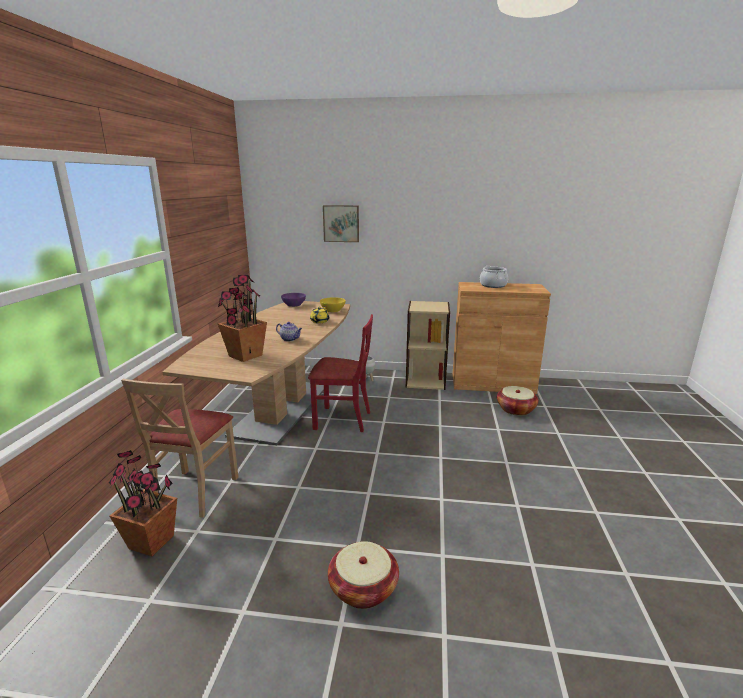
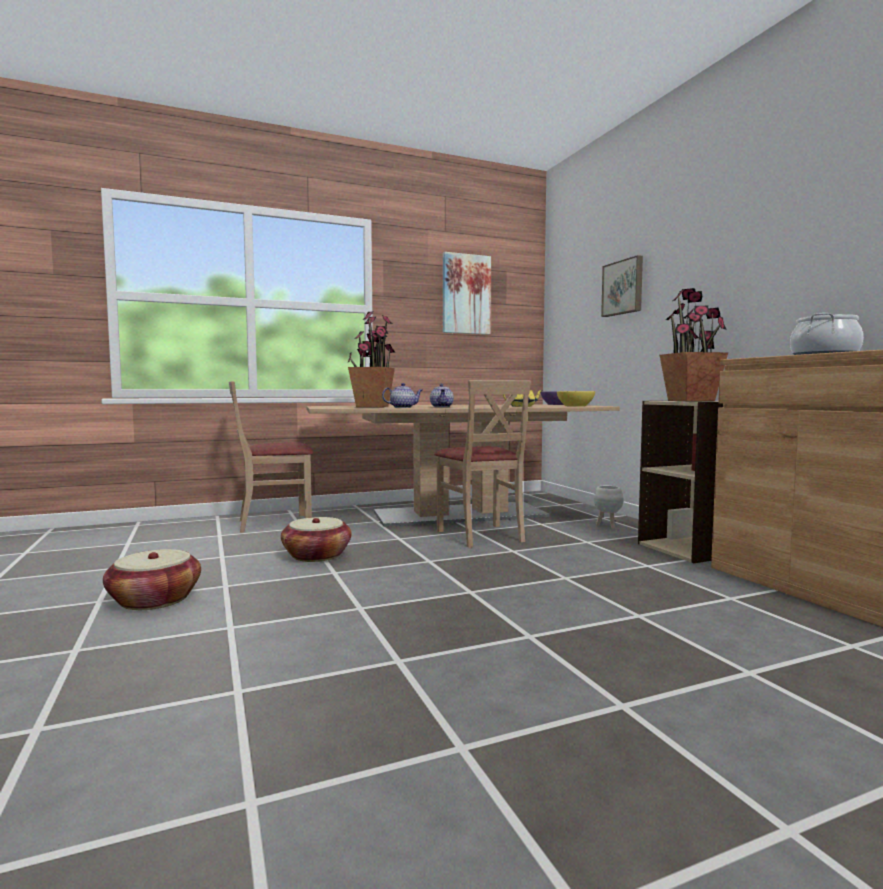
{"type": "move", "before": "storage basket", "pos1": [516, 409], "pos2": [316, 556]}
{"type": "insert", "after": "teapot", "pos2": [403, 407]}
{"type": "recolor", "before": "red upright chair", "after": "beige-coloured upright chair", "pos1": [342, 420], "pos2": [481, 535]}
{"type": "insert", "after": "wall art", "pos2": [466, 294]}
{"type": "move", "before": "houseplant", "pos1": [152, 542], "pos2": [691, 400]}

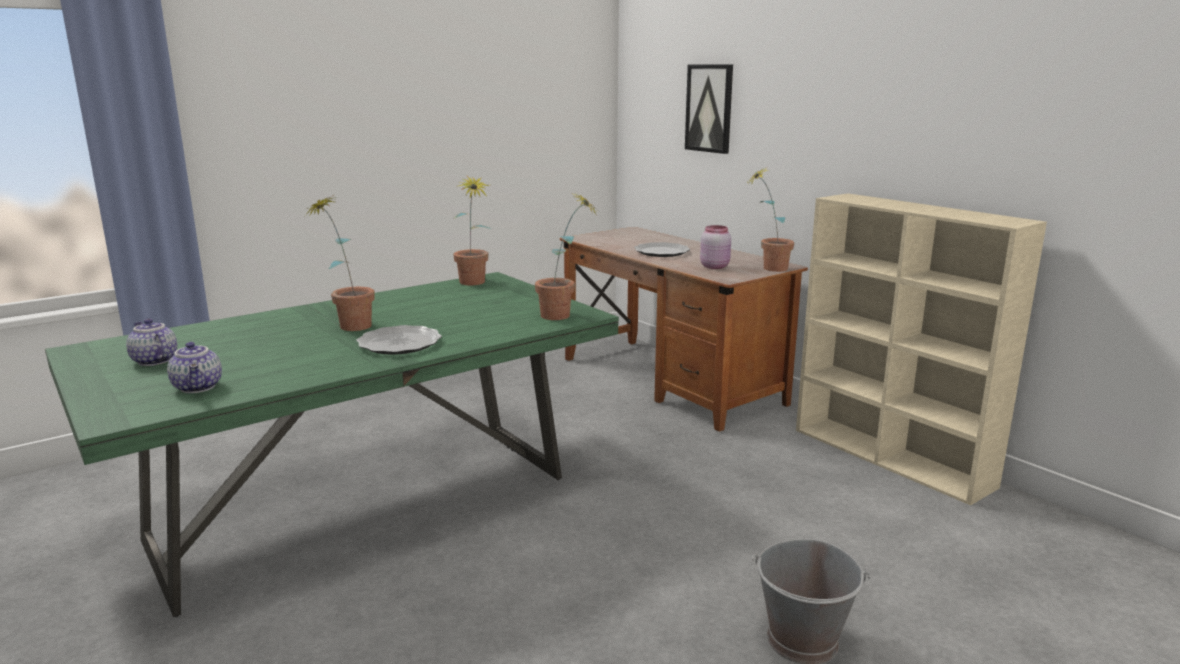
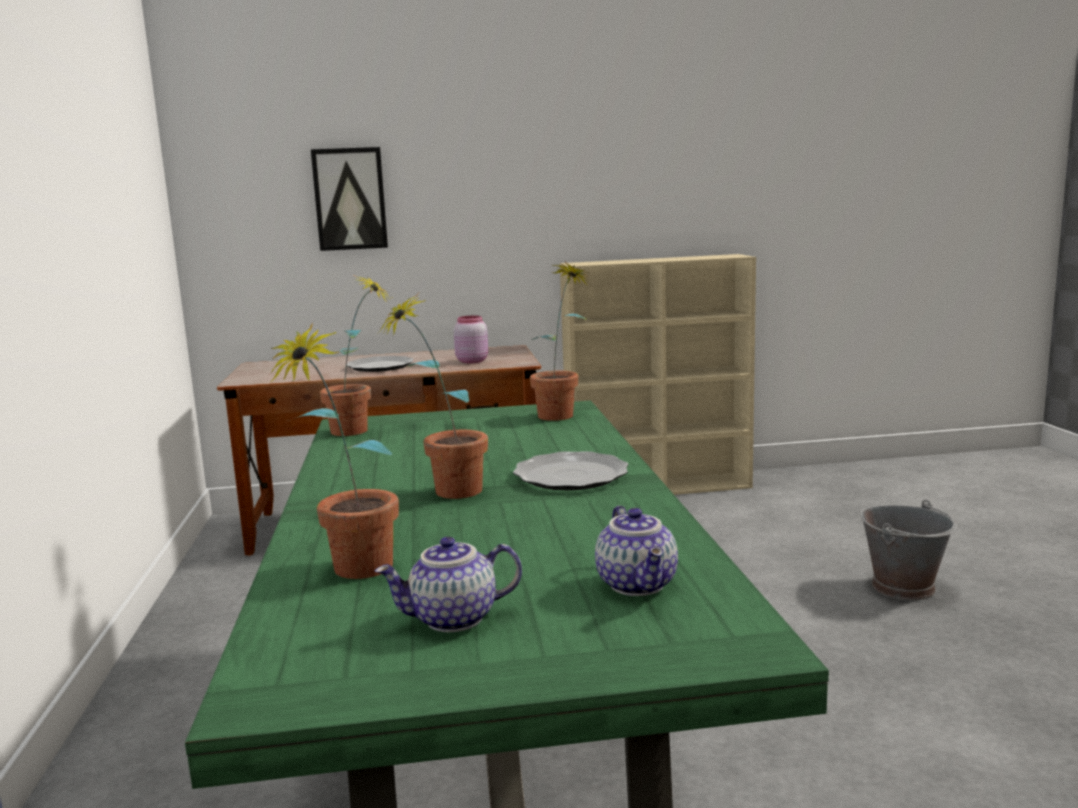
{"type": "move", "before": "houseplant", "pos1": [767, 268], "pos2": [351, 574]}
{"type": "rotate", "before": "teapot", "pos1": [199, 387], "pos2": [639, 585], "turn": 75}

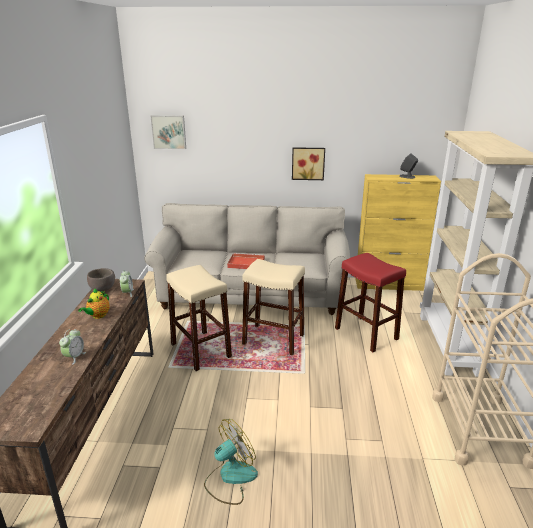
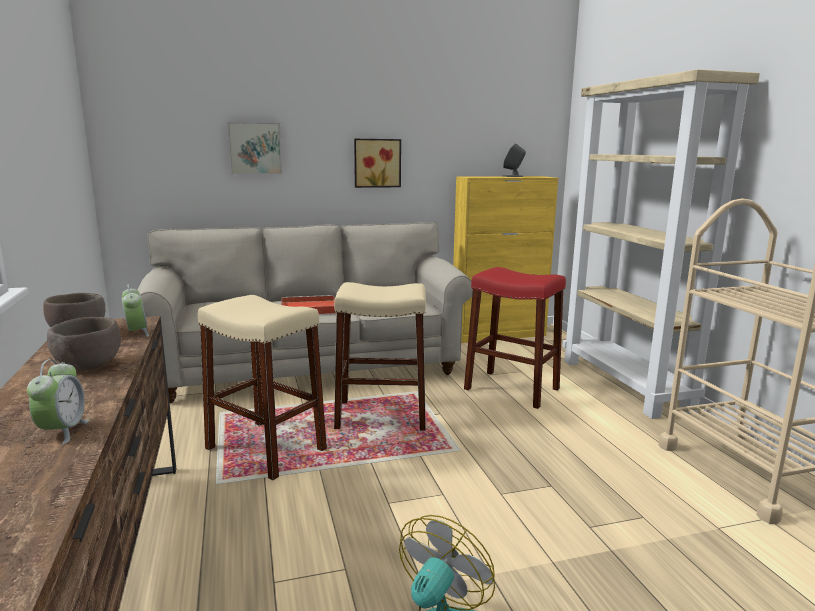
{"type": "replace", "before": "teapot", "after": "brownish deep dish", "pos1": [98, 316], "pos2": [88, 366]}
{"type": "move", "before": "wall art", "pos1": [169, 132], "pos2": [255, 148]}

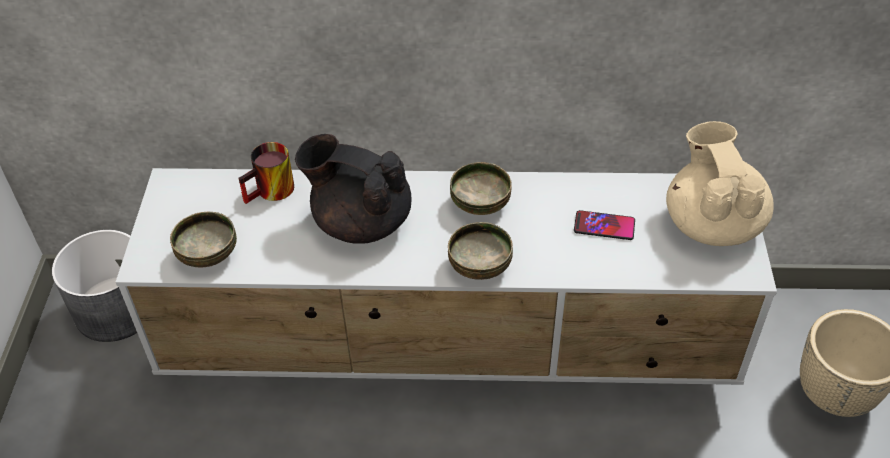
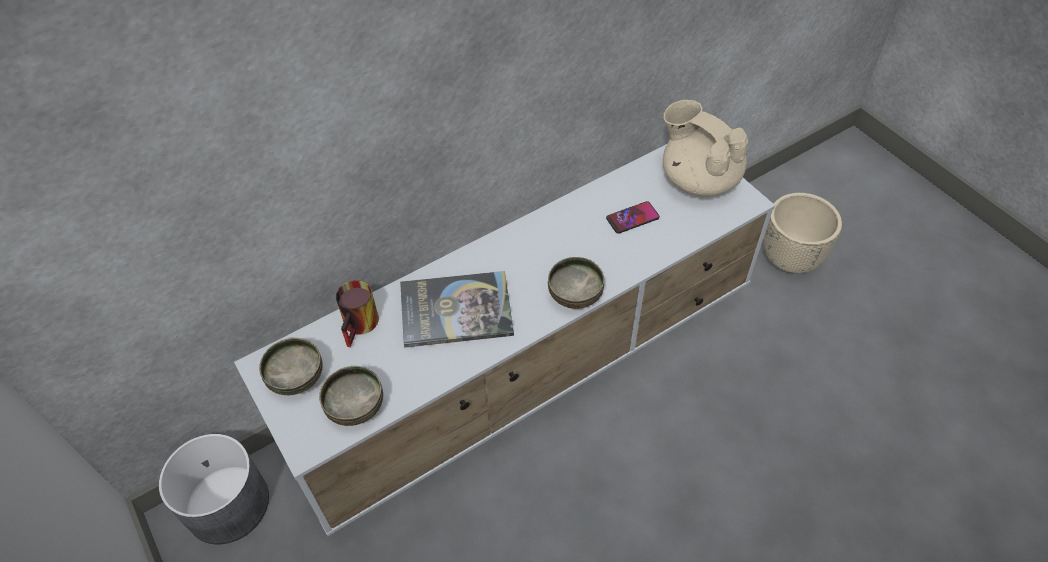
{"type": "move", "before": "deep dish", "pos1": [480, 203], "pos2": [296, 377]}
{"type": "replace", "before": "black-coloured teapot", "after": "volume", "pos1": [361, 221], "pos2": [456, 310]}

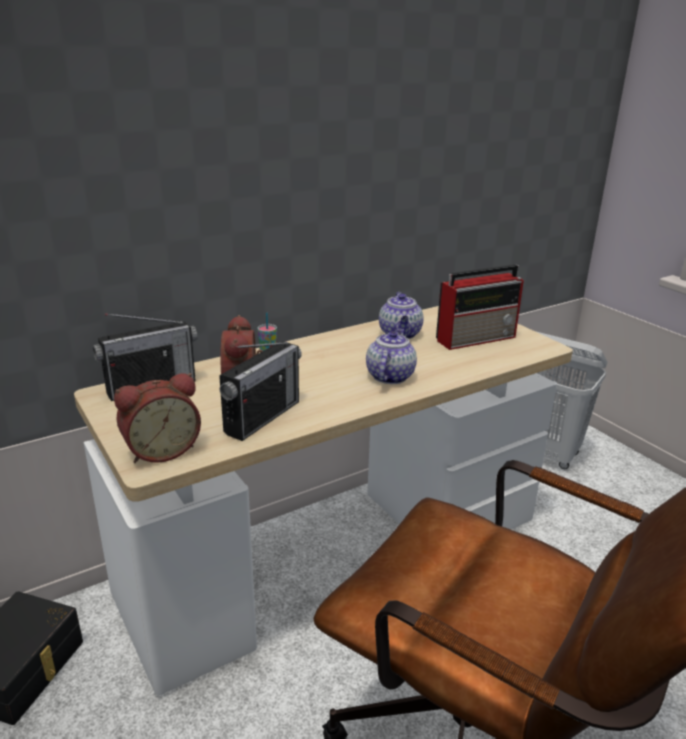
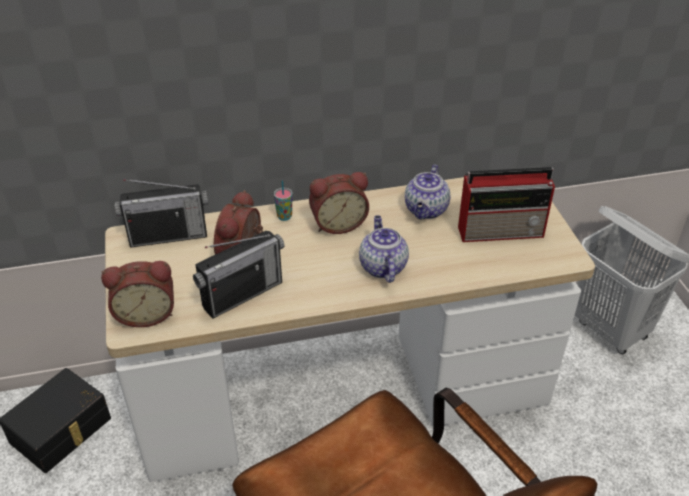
{"type": "insert", "after": "bedside clock", "pos2": [338, 223]}
{"type": "rotate", "before": "teapot", "pos1": [389, 376], "pos2": [382, 266], "turn": -45}

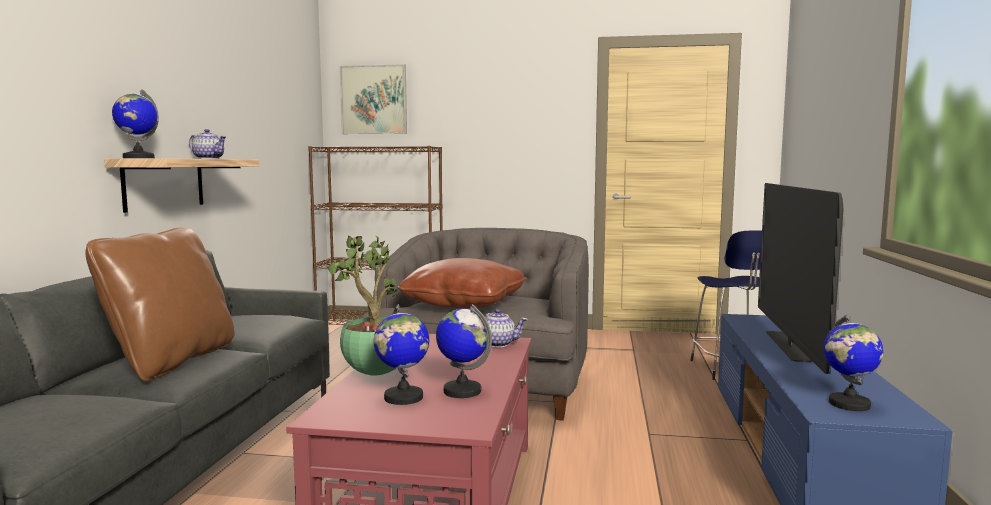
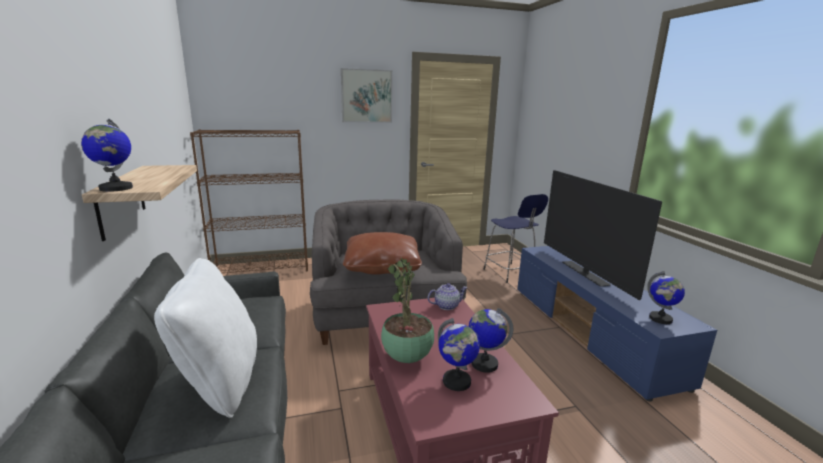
{"type": "recolor", "before": "brownish pillow", "after": "white pillow", "pos1": [171, 361], "pos2": [221, 381]}
{"type": "move", "before": "wall art", "pos1": [374, 100], "pos2": [366, 96]}
{"type": "delete", "before": "teapot", "pos1": [209, 158]}

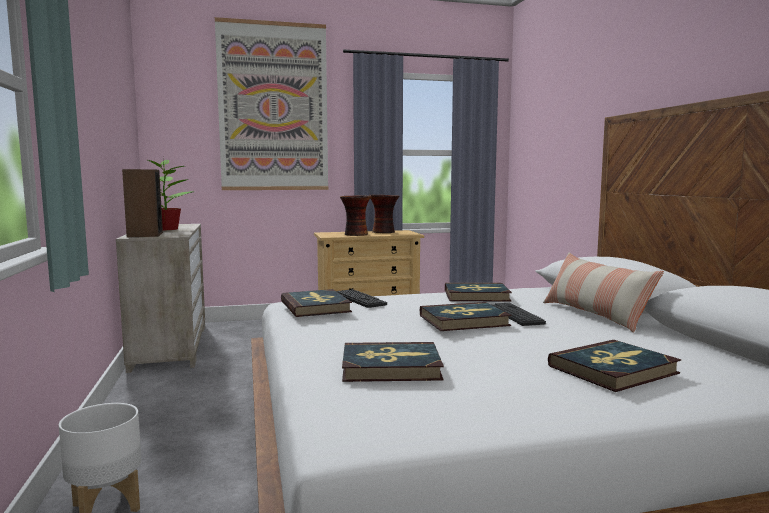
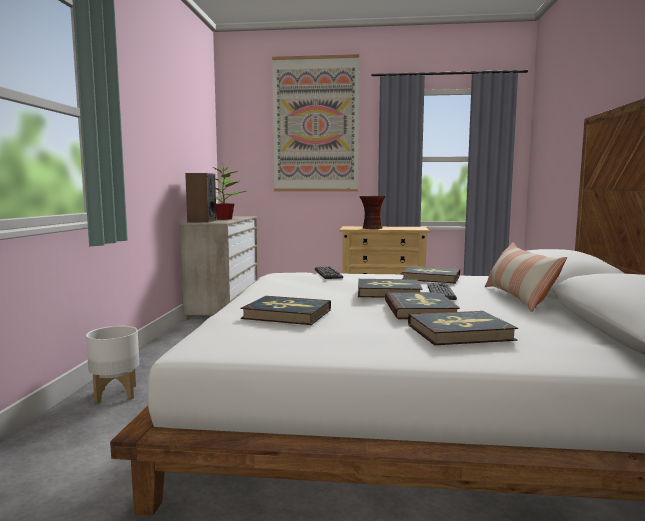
{"type": "move", "before": "volume", "pos1": [316, 307], "pos2": [420, 310]}
{"type": "delete", "before": "flower vase", "pos1": [384, 232]}

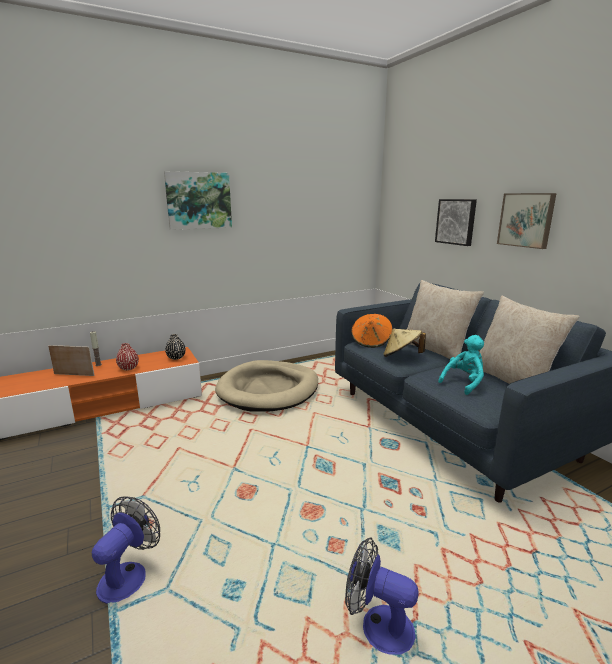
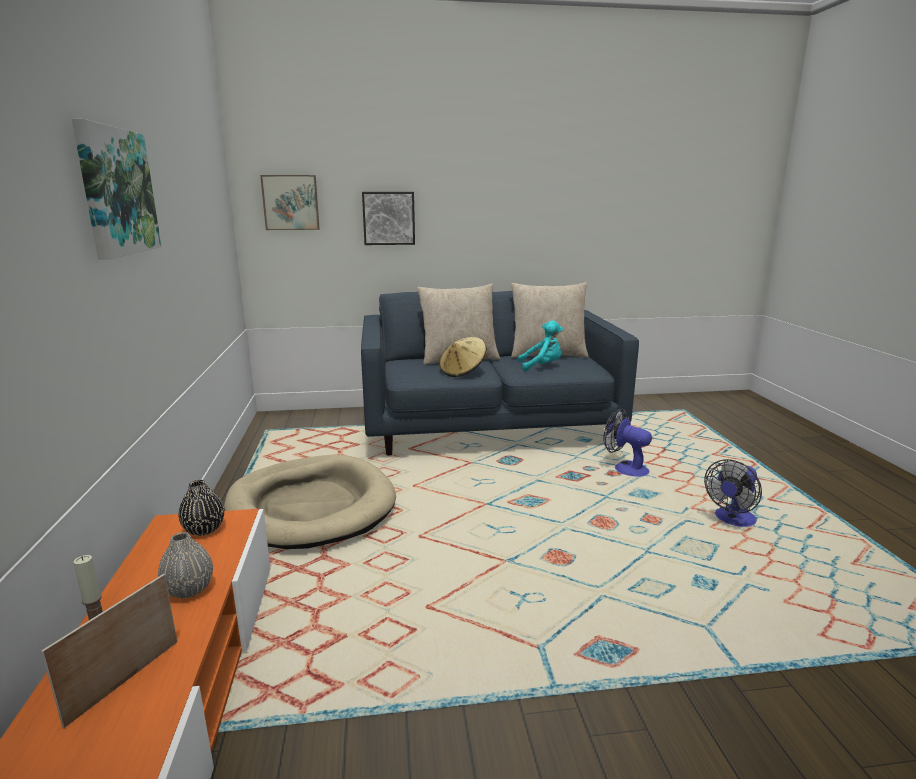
{"type": "recolor", "before": "red flower vase", "after": "greyish flower vase", "pos1": [128, 368], "pos2": [189, 589]}
{"type": "move", "before": "wall art", "pos1": [526, 220], "pos2": [291, 202]}
{"type": "rotate", "before": "turquoise-coloured soft toy", "pos1": [464, 383], "pos2": [542, 367], "turn": 105}
{"type": "move", "before": "cooling fan", "pos1": [128, 574], "pos2": [625, 468]}
{"type": "delete", "before": "orange clothing hat", "pos1": [371, 342]}

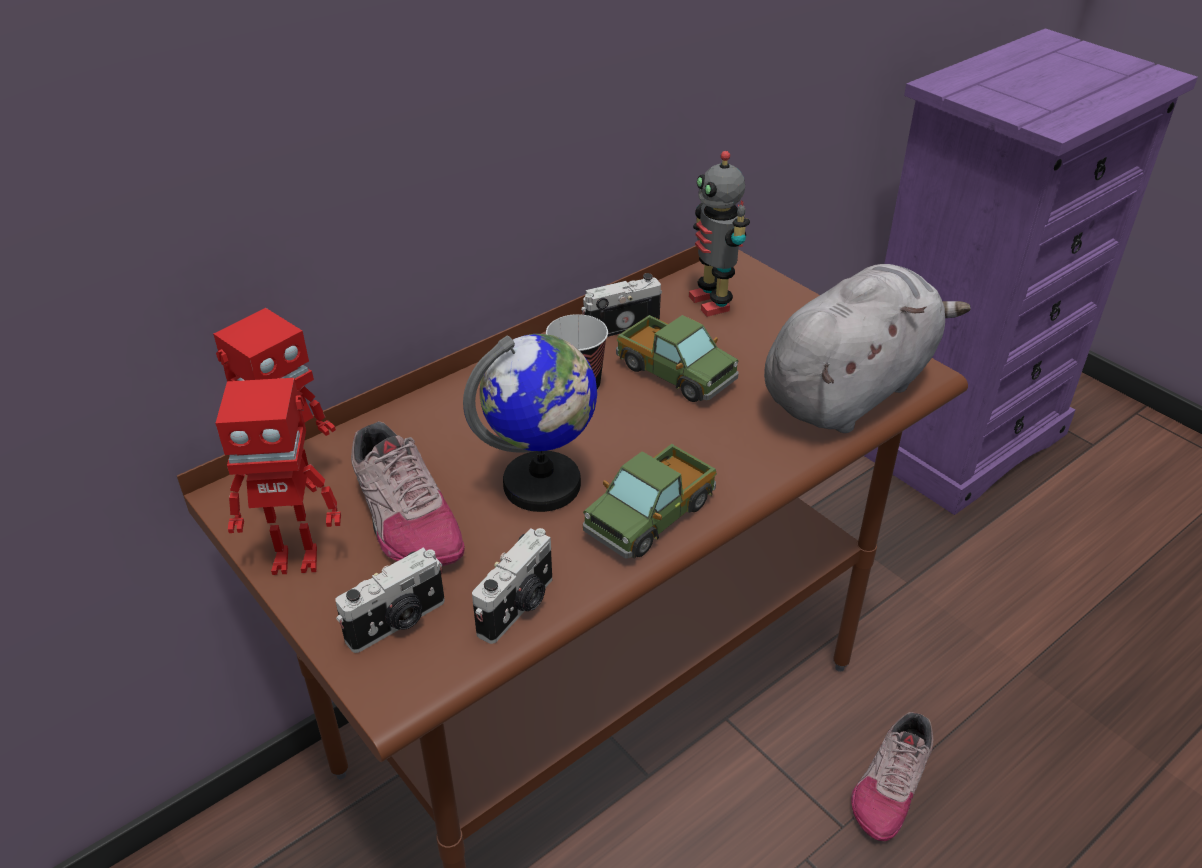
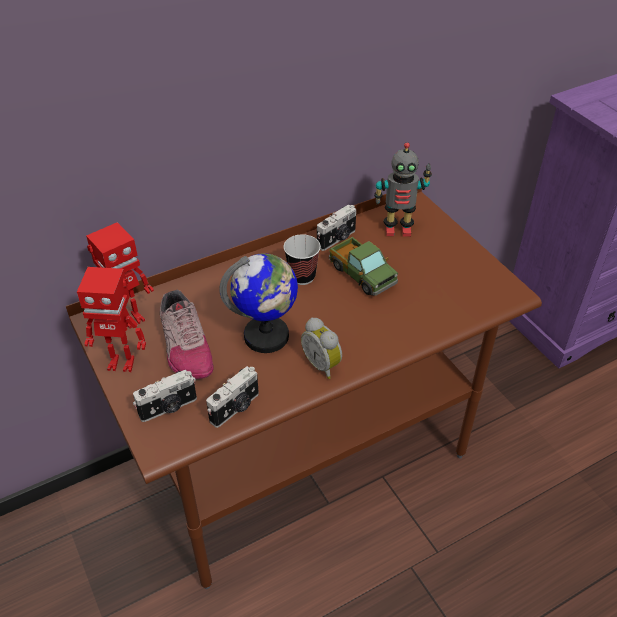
{"type": "replace", "before": "model truck", "after": "bedside clock", "pos1": [650, 517], "pos2": [323, 364]}
{"type": "rotate", "before": "still camera", "pos1": [620, 326], "pos2": [337, 239], "turn": 150}
{"type": "rotate", "before": "model robot", "pos1": [712, 302], "pos2": [397, 229], "turn": -75}
{"type": "delete", "before": "greyish soft toy", "pos1": [850, 390]}
{"type": "delete", "before": "item of footwear", "pos1": [890, 784]}

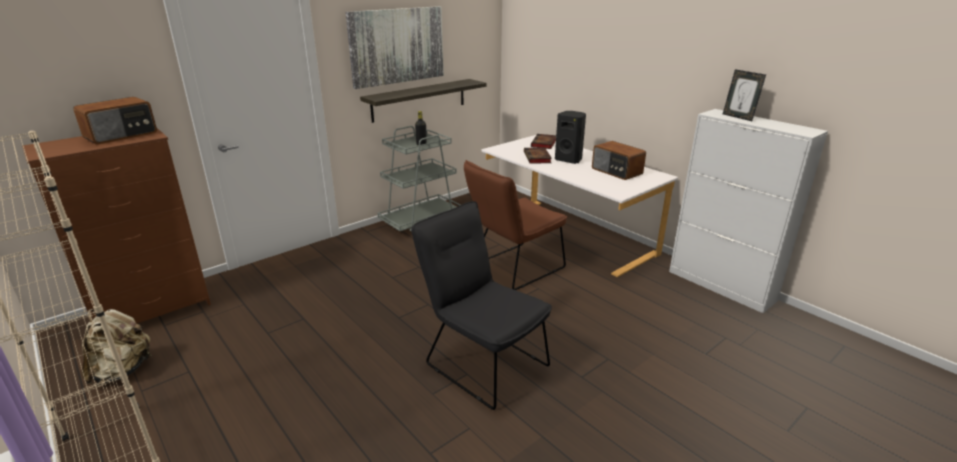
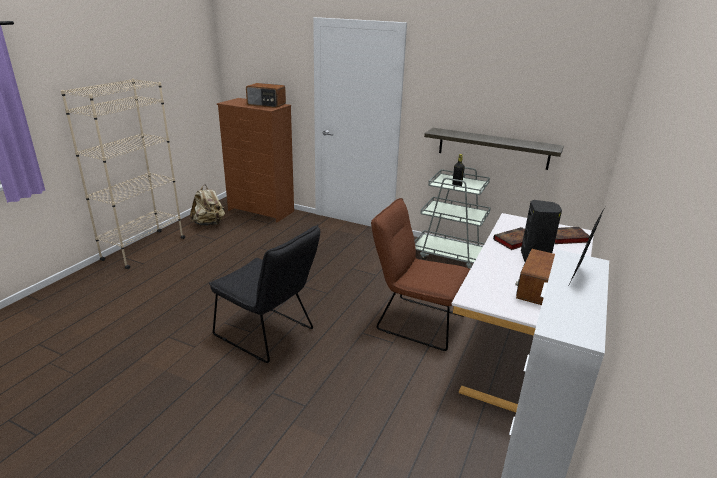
{"type": "rotate", "before": "black-coloured upright chair", "pos1": [481, 361], "pos2": [269, 335], "turn": 105}
{"type": "delete", "before": "wall art", "pos1": [397, 46]}

